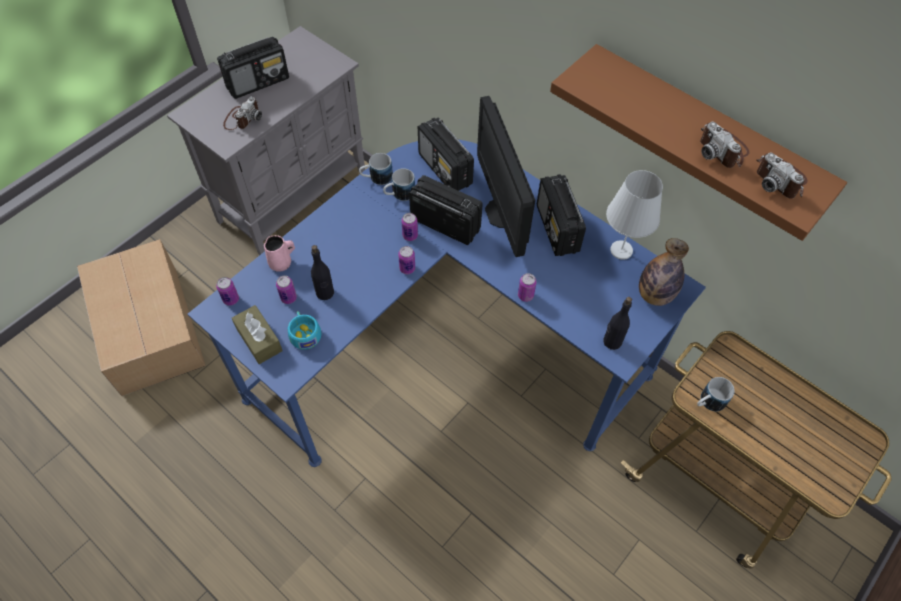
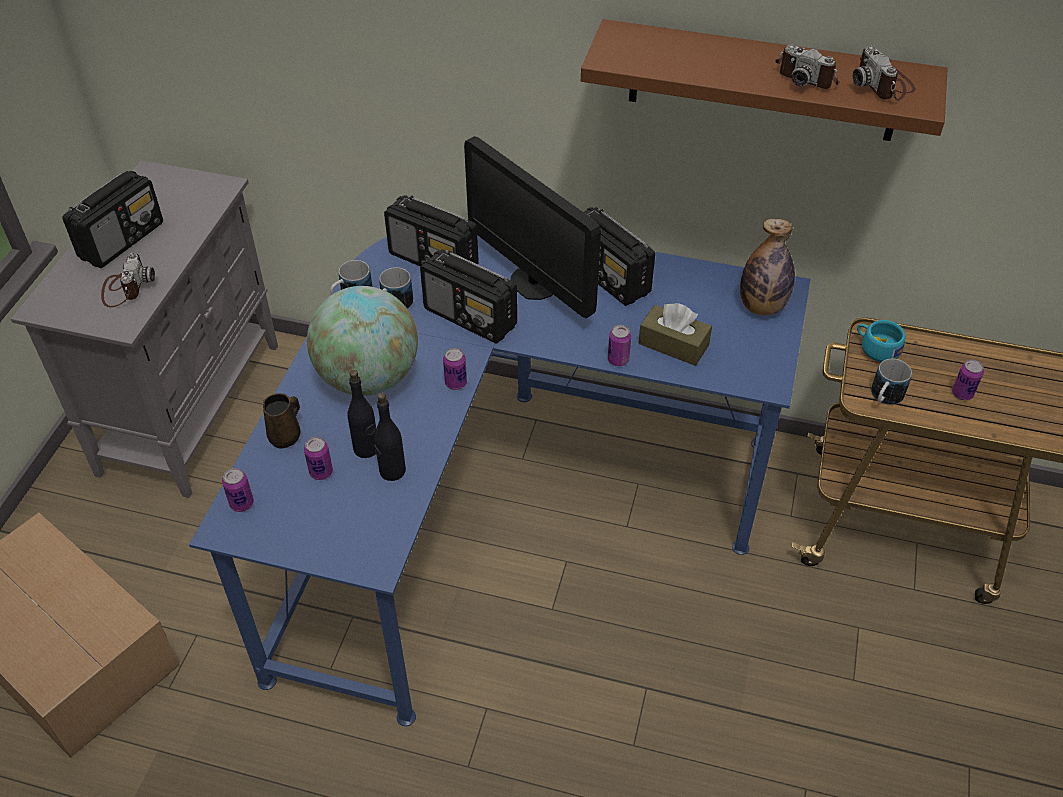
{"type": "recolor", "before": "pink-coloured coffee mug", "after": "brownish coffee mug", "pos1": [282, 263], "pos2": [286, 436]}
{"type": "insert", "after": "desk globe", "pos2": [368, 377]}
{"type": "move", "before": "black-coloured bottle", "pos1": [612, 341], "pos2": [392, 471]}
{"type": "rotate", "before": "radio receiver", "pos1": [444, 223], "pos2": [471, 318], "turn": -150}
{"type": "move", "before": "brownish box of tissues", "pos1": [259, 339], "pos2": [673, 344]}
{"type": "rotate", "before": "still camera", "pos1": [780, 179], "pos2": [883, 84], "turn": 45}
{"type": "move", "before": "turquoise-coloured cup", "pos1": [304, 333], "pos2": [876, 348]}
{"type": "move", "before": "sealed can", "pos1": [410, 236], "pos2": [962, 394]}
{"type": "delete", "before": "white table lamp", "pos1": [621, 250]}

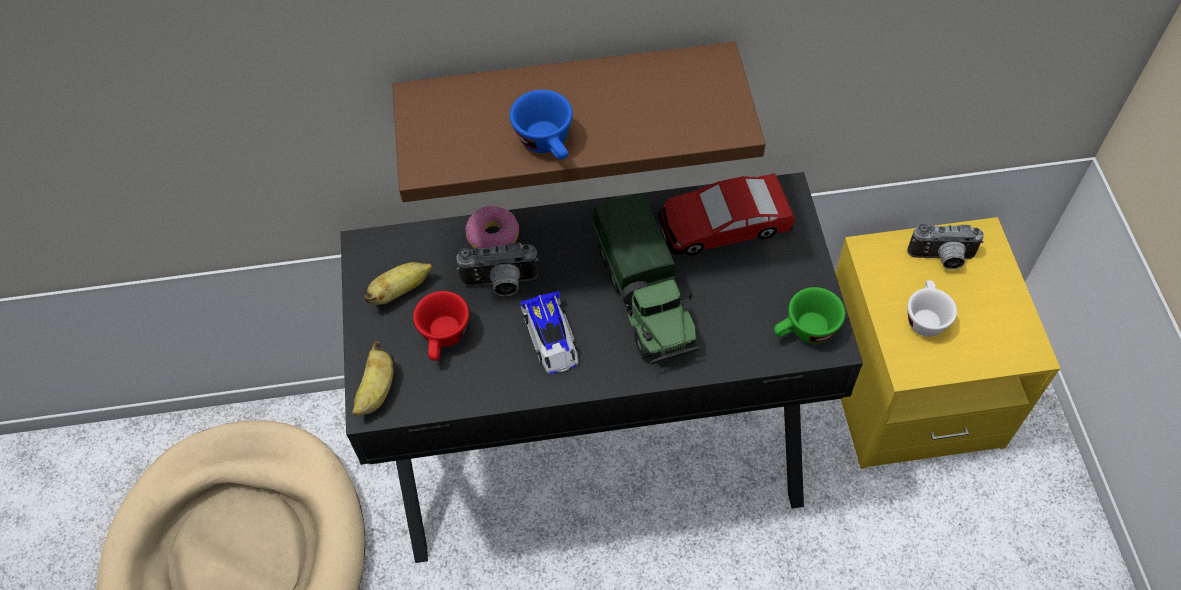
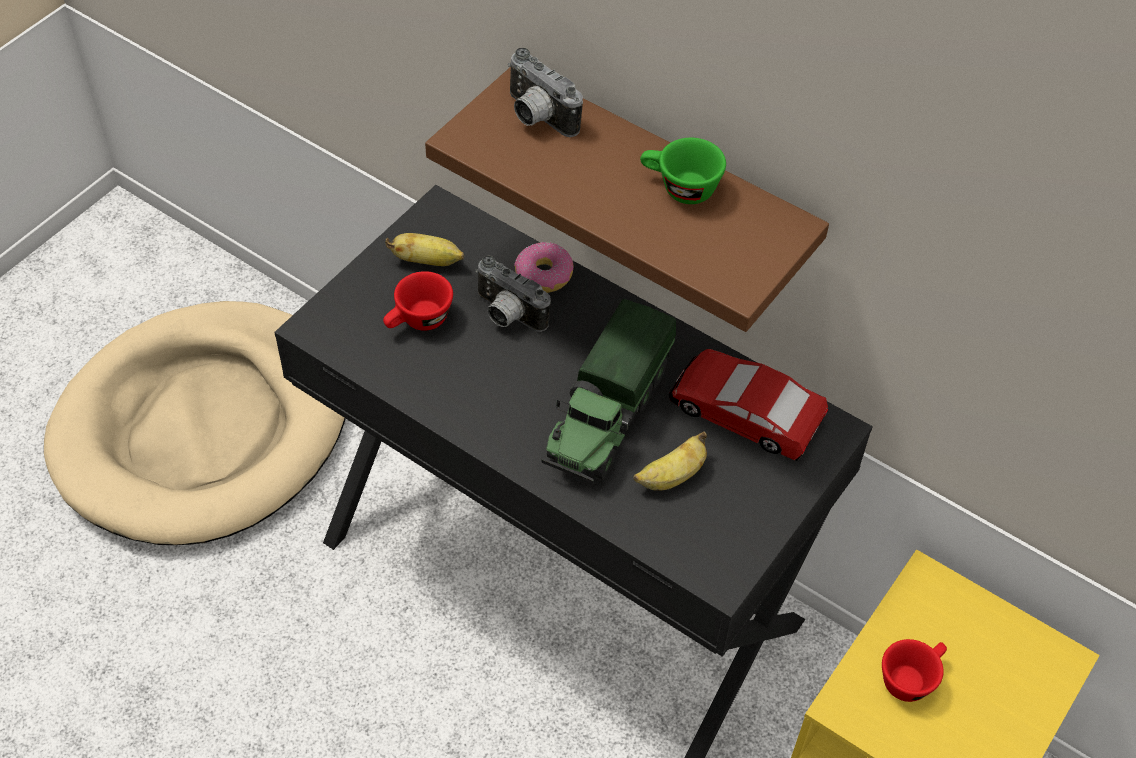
{"type": "move", "before": "still camera", "pos1": [942, 259], "pos2": [536, 117]}
{"type": "move", "before": "banana", "pos1": [376, 391], "pos2": [671, 477]}
{"type": "move", "before": "green-coloured cup", "pos1": [804, 332], "pos2": [679, 188]}
{"type": "recolor", "before": "white cup", "after": "red cup", "pos1": [924, 317], "pos2": [911, 677]}
{"type": "delete", "before": "blue-coloured cup", "pos1": [548, 144]}
{"type": "delete", "before": "model car", "pos1": [551, 337]}

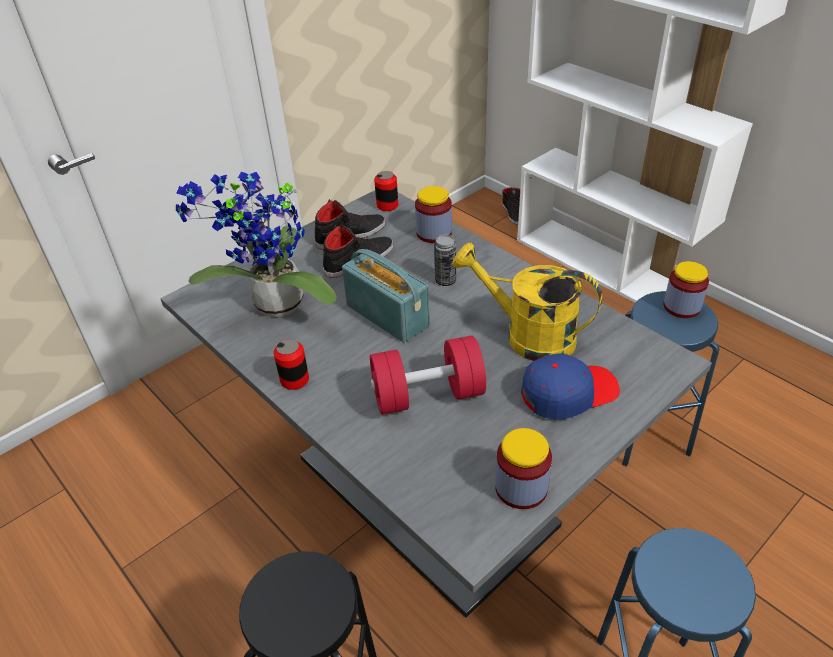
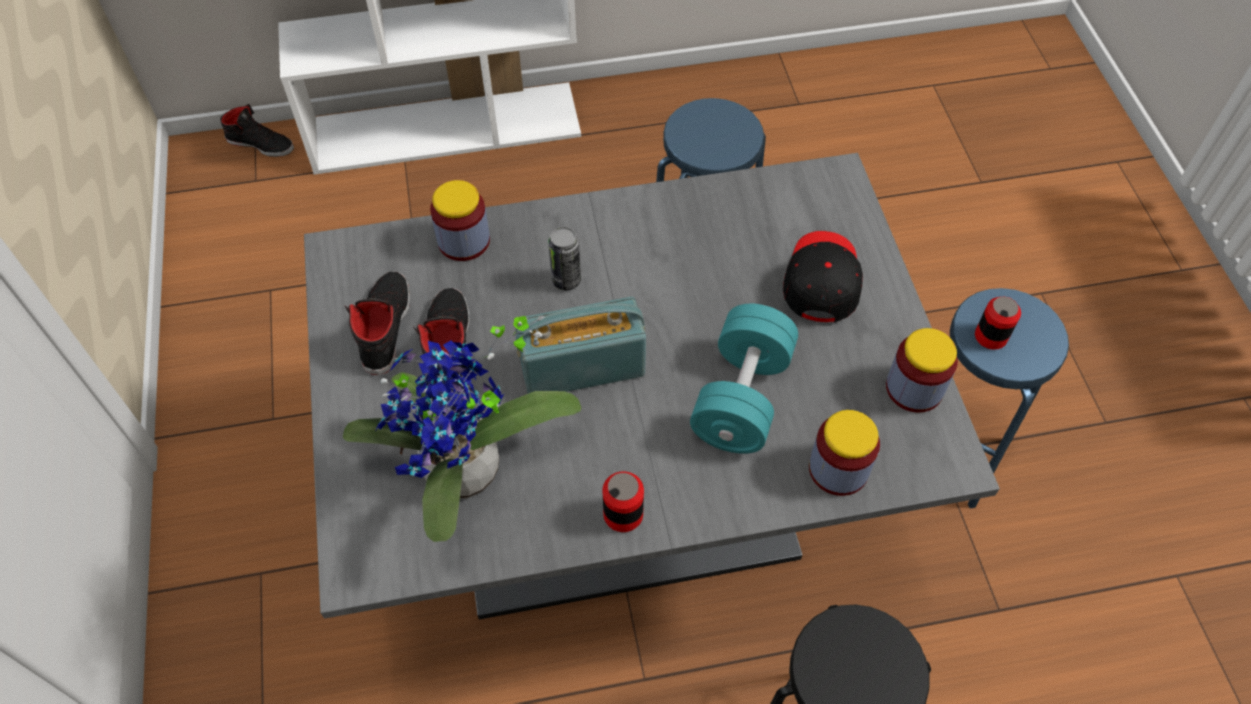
{"type": "recolor", "before": "red free weight", "after": "turquoise-coloured free weight", "pos1": [428, 395], "pos2": [741, 397]}
{"type": "recolor", "before": "blue-coloured peaked cap", "after": "black-coloured peaked cap", "pos1": [568, 393], "pos2": [821, 280]}
{"type": "move", "before": "jar", "pos1": [681, 307], "pos2": [838, 469]}
{"type": "move", "before": "sealed can", "pos1": [387, 205], "pos2": [990, 336]}
{"type": "delete", "before": "yellow-coloured watering can", "pos1": [527, 336]}

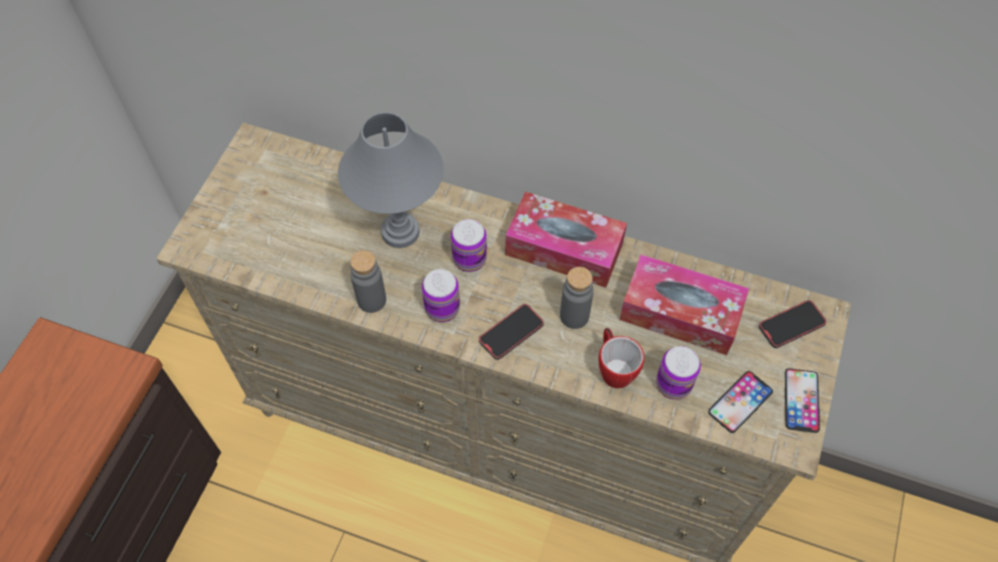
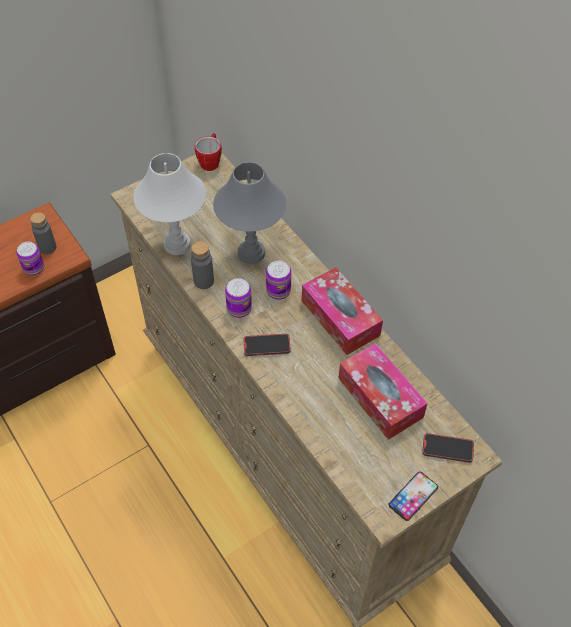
{"type": "move", "before": "sealed can", "pos1": [673, 384], "pos2": [34, 268]}
{"type": "move", "before": "greyish bottle", "pos1": [574, 316], "pos2": [47, 247]}
{"type": "insert", "after": "white table lamp", "pos2": [177, 245]}
{"type": "move", "before": "coffee mug", "pos1": [614, 368], "pos2": [210, 161]}
{"type": "delete", "before": "phone", "pos1": [740, 402]}

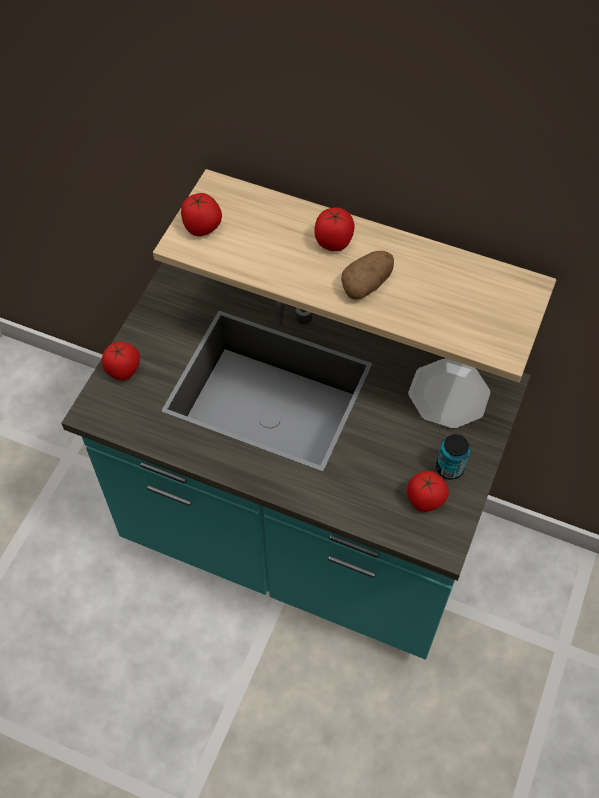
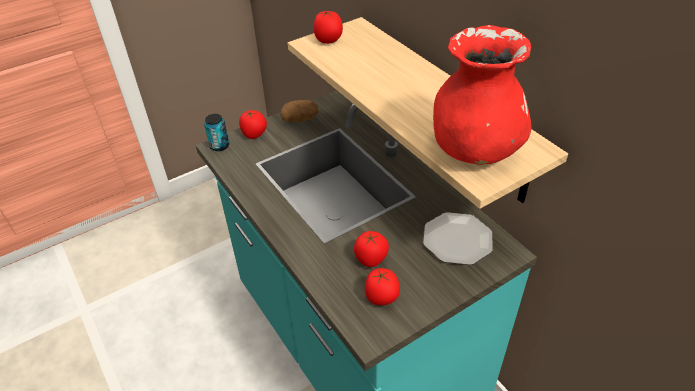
{"type": "move", "before": "sealed can", "pos1": [449, 468], "pos2": [219, 146]}
{"type": "move", "before": "spud", "pos1": [367, 284], "pos2": [300, 119]}
{"type": "move", "before": "whole tomato", "pos1": [334, 242], "pos2": [371, 260]}
{"type": "insert", "after": "red flower vase", "pos2": [474, 150]}

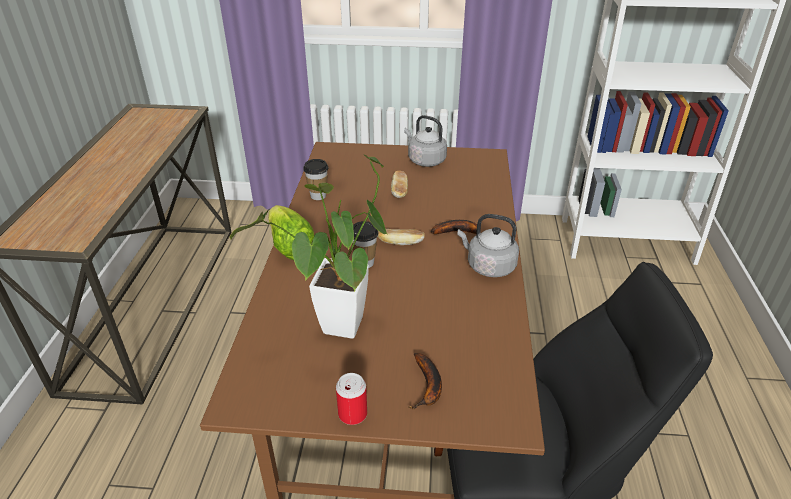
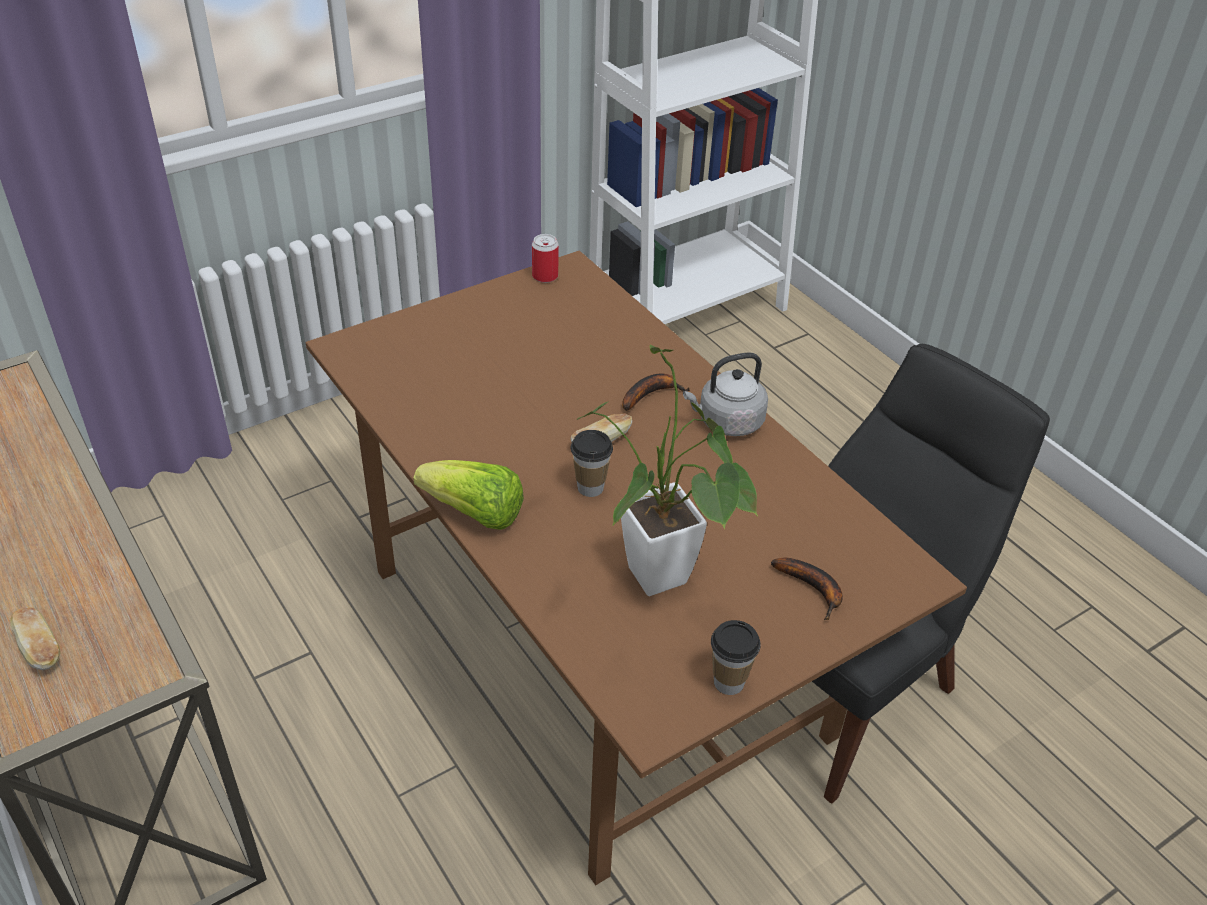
{"type": "move", "before": "bread", "pos1": [399, 191], "pos2": [40, 649]}
{"type": "move", "before": "sealed can", "pos1": [352, 414], "pos2": [545, 276]}
{"type": "move", "before": "cup", "pos1": [318, 196], "pos2": [729, 682]}
{"type": "delete", "before": "greyish tea kettle", "pos1": [425, 160]}

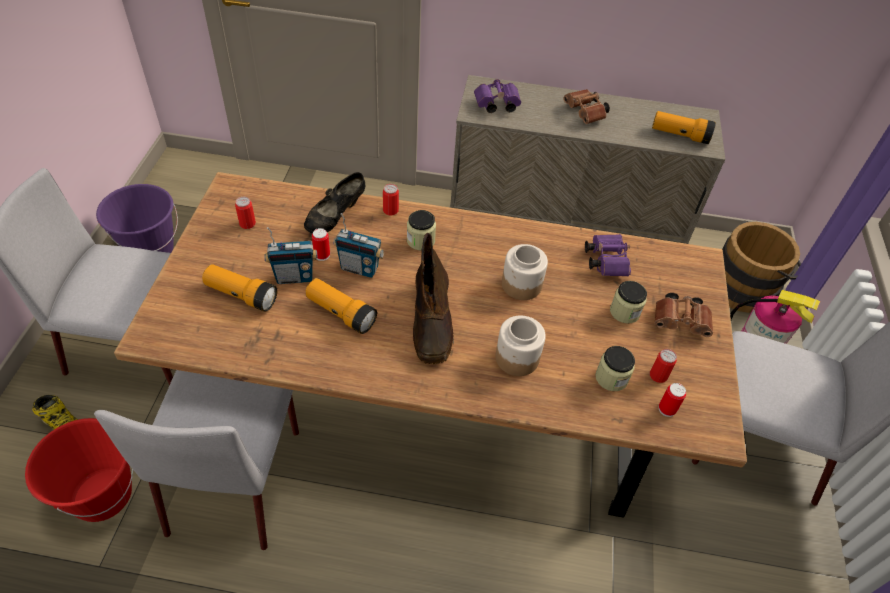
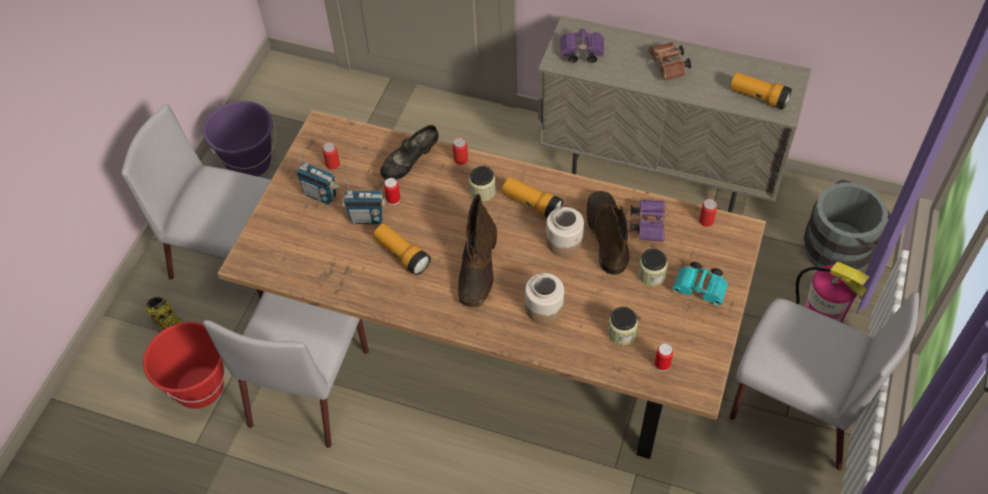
{"type": "move", "before": "radio receiver", "pos1": [359, 268], "pos2": [321, 195]}
{"type": "move", "before": "flashlight", "pos1": [241, 295], "pos2": [532, 204]}
{"type": "insert", "after": "brownish high-top boot", "pos2": [606, 235]}
{"type": "recolor", "before": "brownish field glasses", "after": "turquoise-coloured field glasses", "pos1": [682, 322], "pos2": [701, 289]}
{"type": "move", "before": "sealed can", "pos1": [658, 375], "pos2": [706, 221]}
{"type": "recolor", "before": "brownish pail", "after": "greyish pail", "pos1": [746, 287], "pos2": [843, 248]}

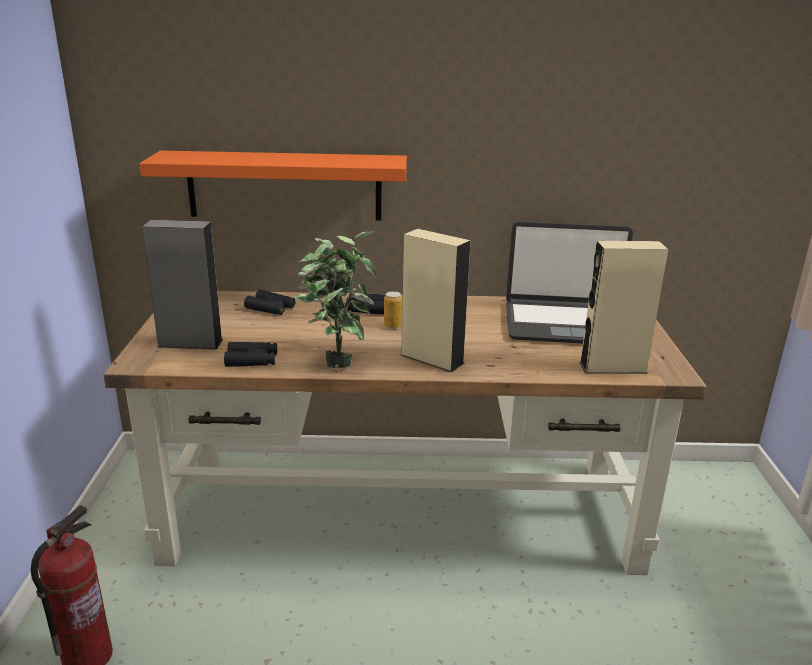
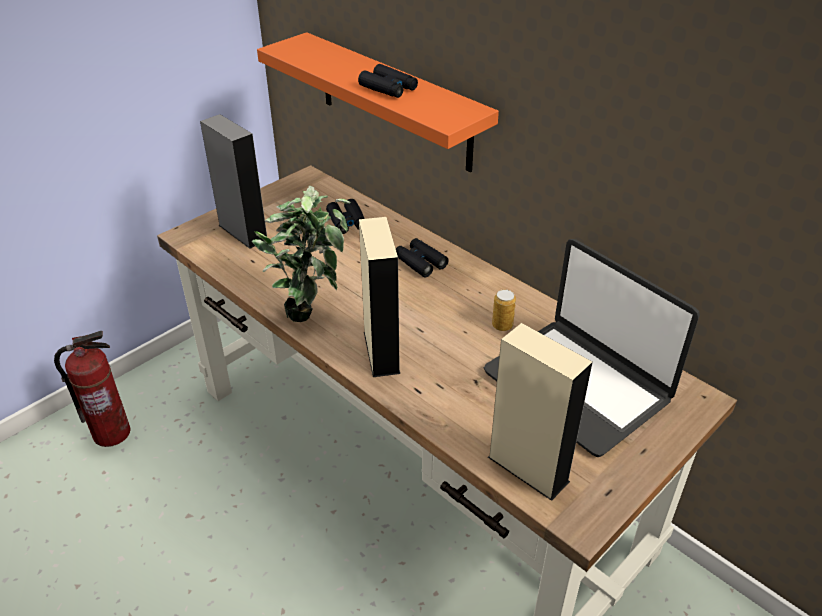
{"type": "move", "before": "black-coloured field glasses", "pos1": [252, 360], "pos2": [388, 88]}
{"type": "move", "before": "sealed can", "pos1": [393, 326], "pos2": [502, 326]}

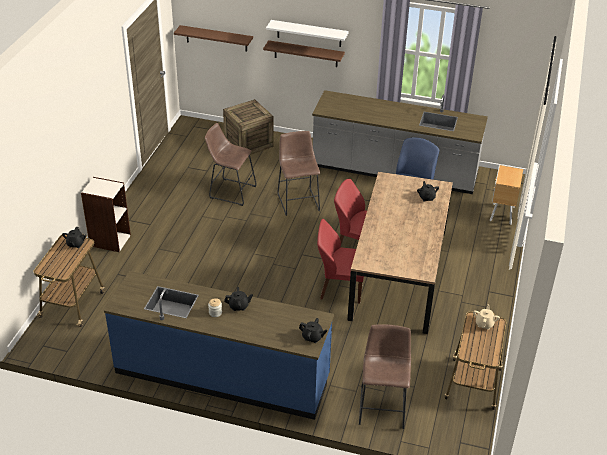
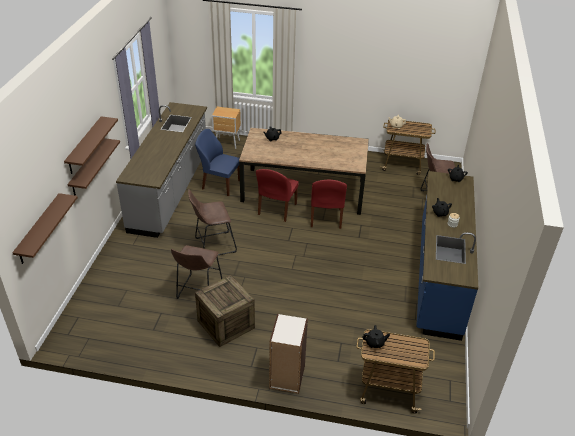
{"type": "recolor", "before": "white wall shelf", "after": "brownish wall shelf", "pos1": [309, 33], "pos2": [84, 146]}
{"type": "move", "before": "shipping crate", "pos1": [248, 143], "pos2": [226, 324]}

